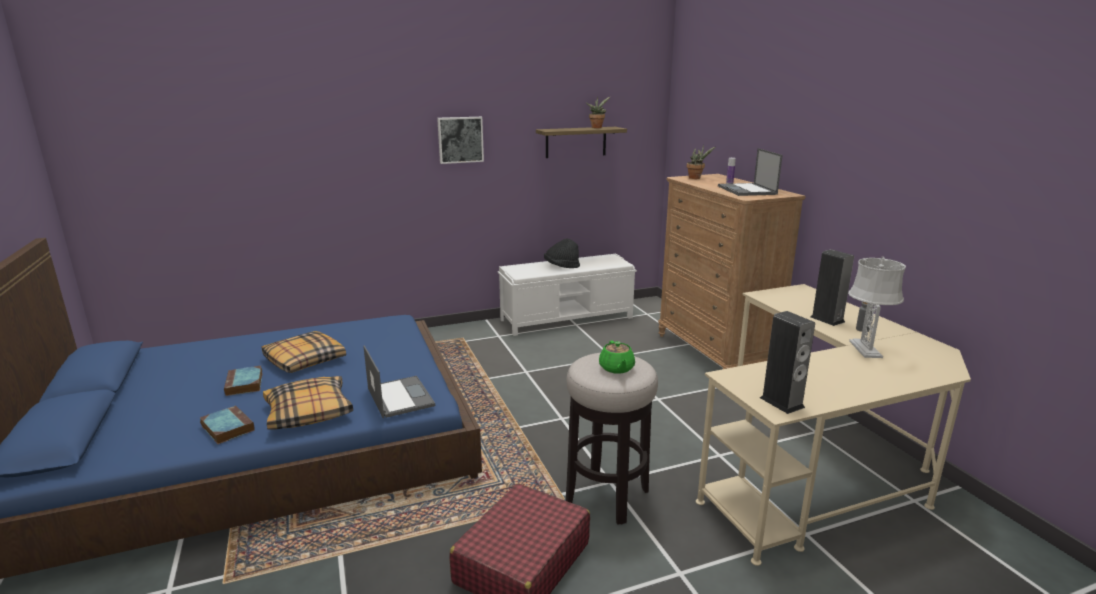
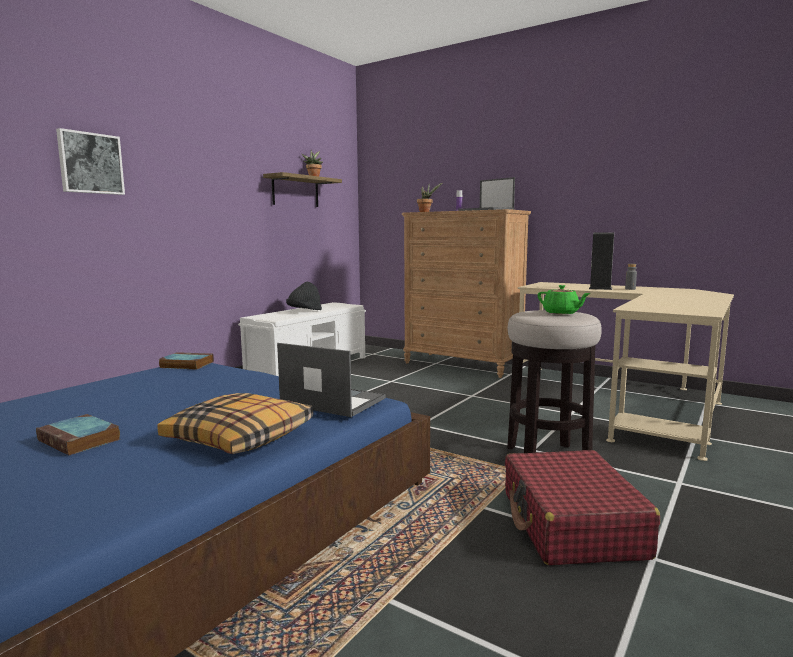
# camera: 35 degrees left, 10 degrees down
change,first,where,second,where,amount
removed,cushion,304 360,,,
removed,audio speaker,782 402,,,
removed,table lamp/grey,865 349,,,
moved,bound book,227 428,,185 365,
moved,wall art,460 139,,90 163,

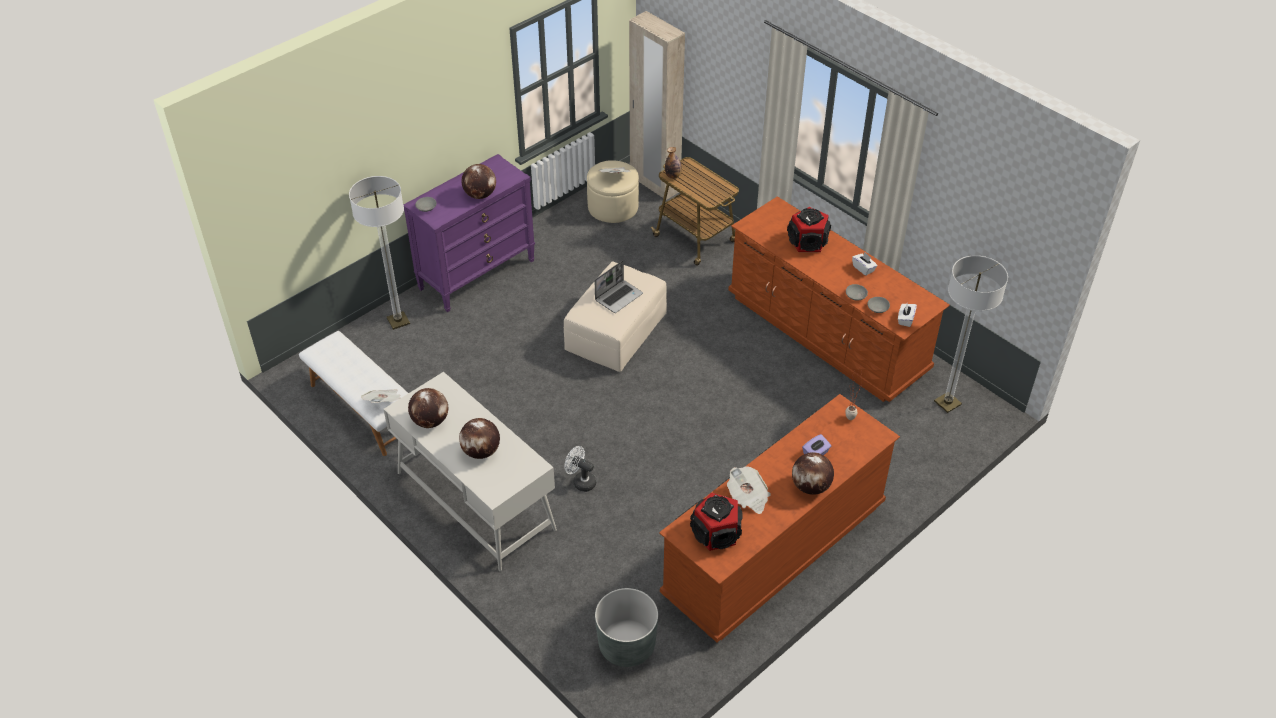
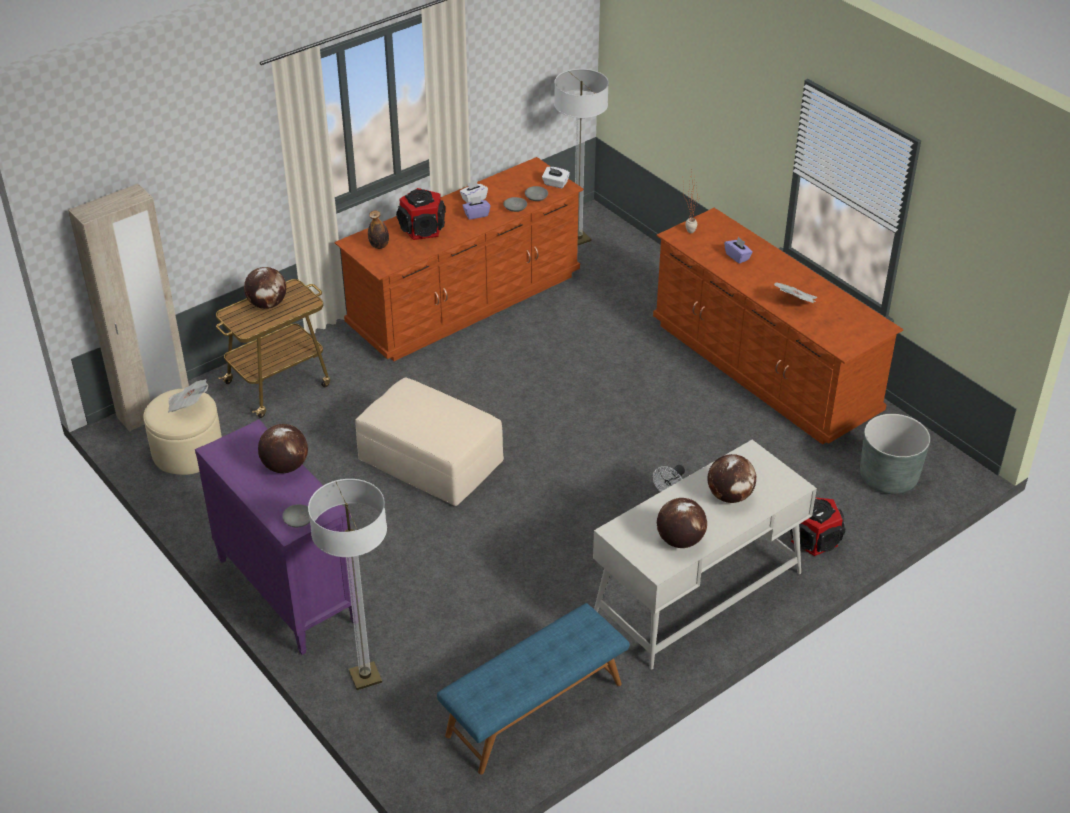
# camera: 85 degrees left, 5 degrees down
change,first,where,second,where,amount
removed,newspaper,384 402,,,
removed,notebook computer,619 297,,,
added,,,tissue box/purple-coloured,476 214,
moved,bottle,673 176,,379 246,
moved,audio speaker,716 534,,815 539,
moved,globe,811 487,,267 304,
recoloured,long seat/white,363 409,long seat/bluish,535 710,

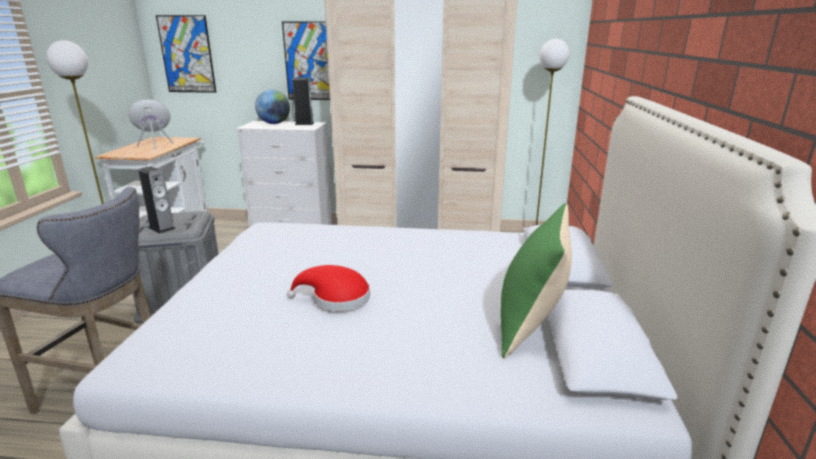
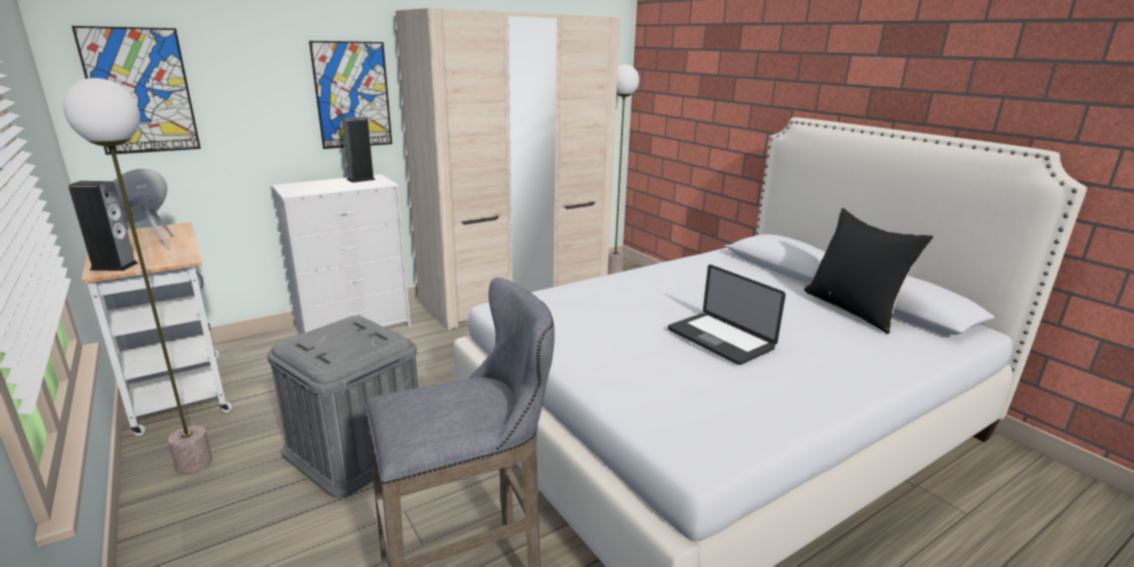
# camera: 40 degrees left, 0 degrees up
change,first,where,second,where,amount
removed,globe,274 123,,,
moved,audio speaker,162 228,,114 266,
replaced,clothing hat/red,336 298,notebook computer,719 339,
recoloured,cushion/green,530 324,cushion/black-coloured,854 309,

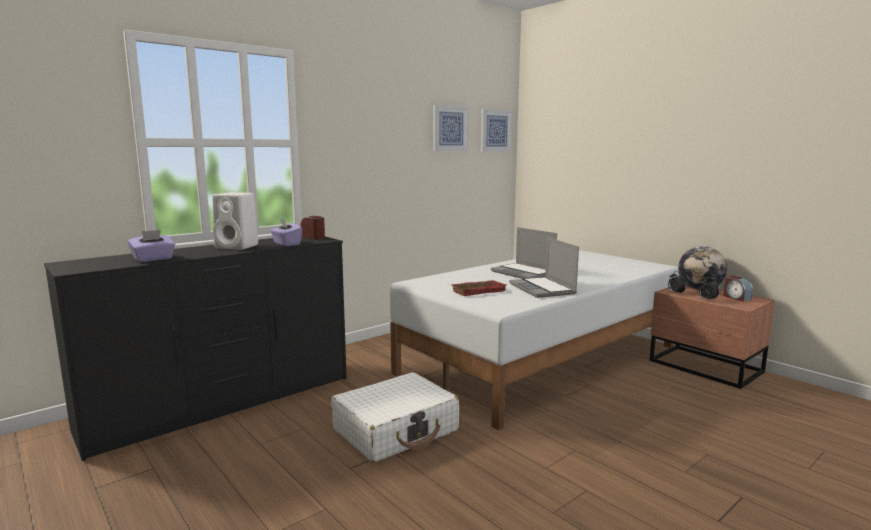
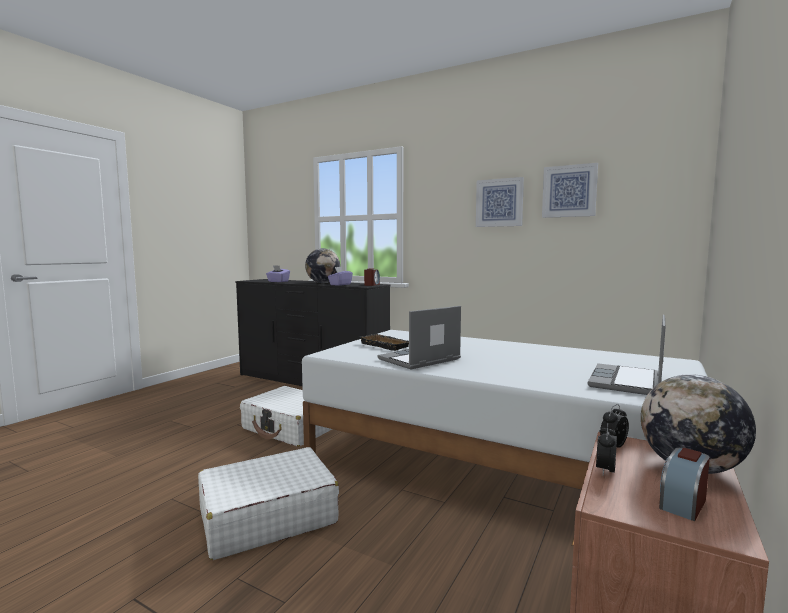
# camera: 70 degrees right, 5 degrees down
change,first,where,second,where,amount
added,,,suitcase/white,267 516,
moved,wall art,495 130,,499 203,
moved,notebook computer,524 273,,627 382,
replaced,audio speaker/white,238 247,globe,323 283,
recoloured,tray/red,478 291,tray/black-coloured,386 345,

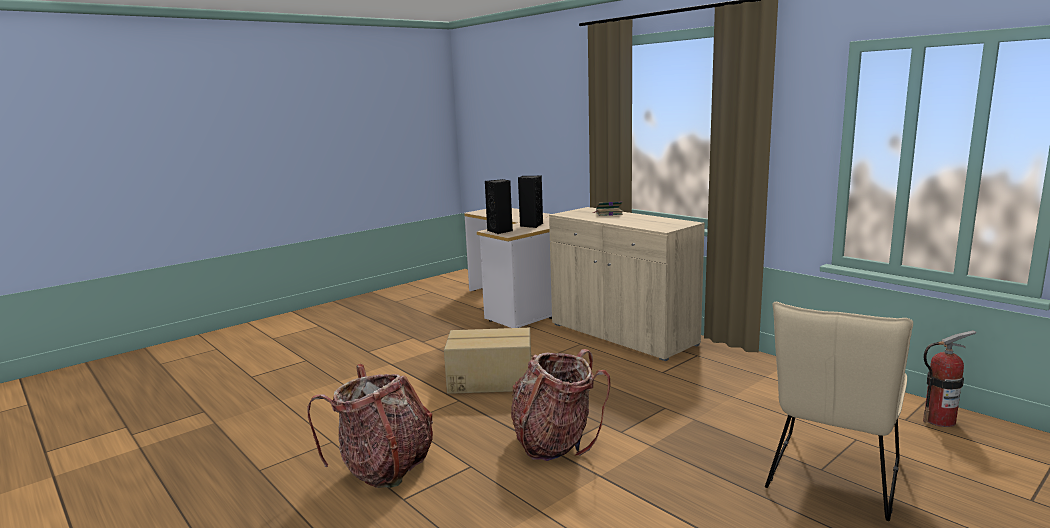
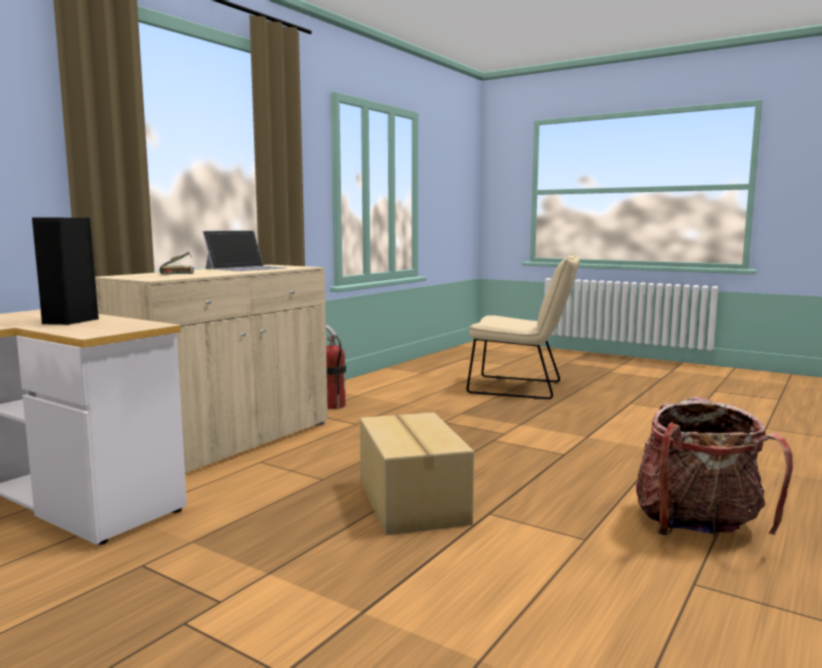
# camera: 105 degrees left, 5 degrees down
change,first,where,second,where,amount
removed,audio speaker/black-coloured,500 231,,,
removed,backpack,555 442,,,
added,,,notebook computer,246 268,
moved,fire-fighting cylinder,939 420,,333 405,

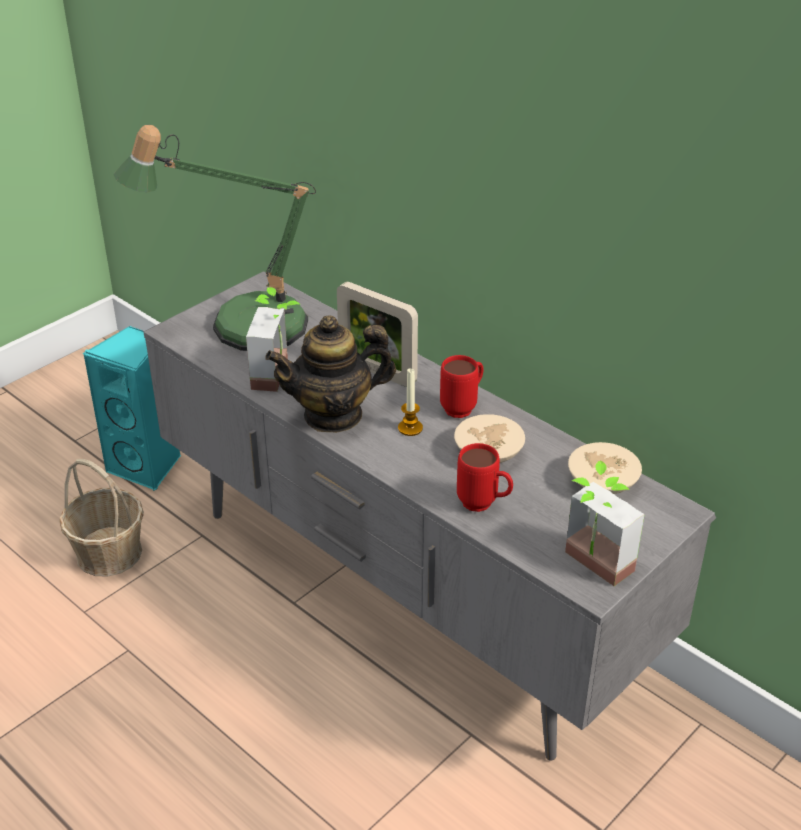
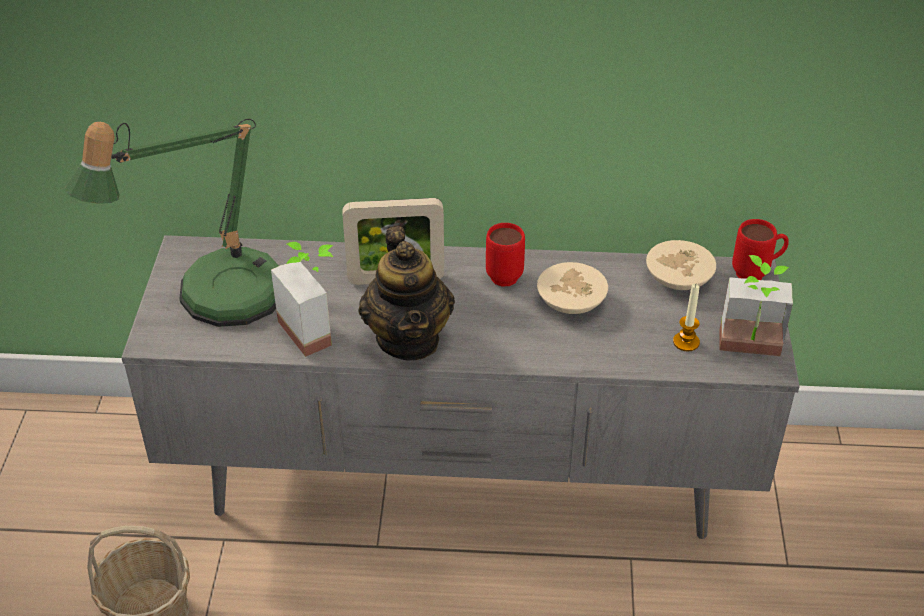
# camera: 40 degrees left, 5 degrees up
change,first,where,second,where,amount
removed,audio speaker/blue-green,147 466,,,
moved,candle,410 428,,686 342,
moved,tea mug/red,484 505,,757 273,
turned,tea pot,333 415,,409 339,45 degrees counterclockwise

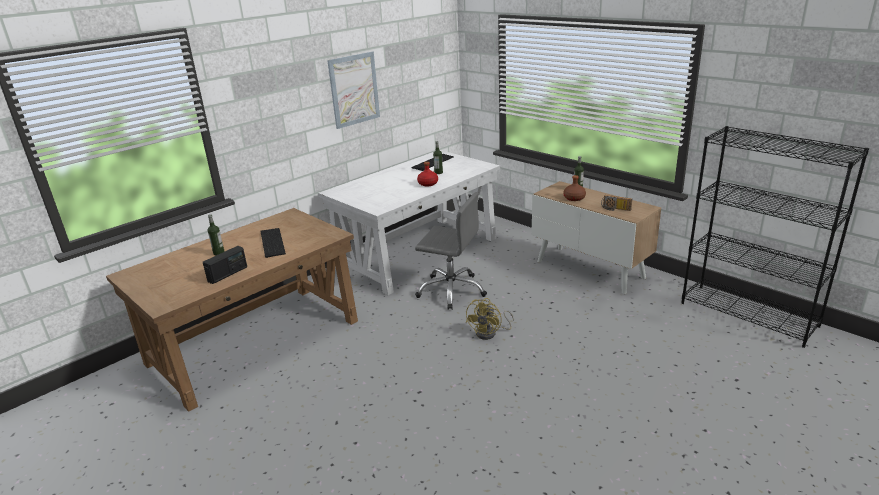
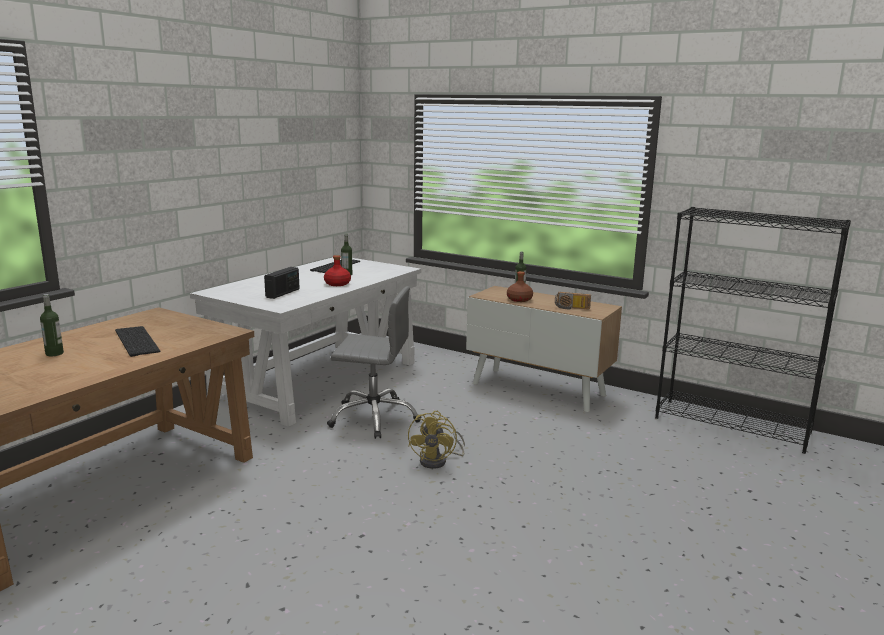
# camera: 15 degrees left, 10 degrees down
change,first,where,second,where,amount
removed,wall art,354 89,,,
moved,radio receiver,228 274,,283 293,

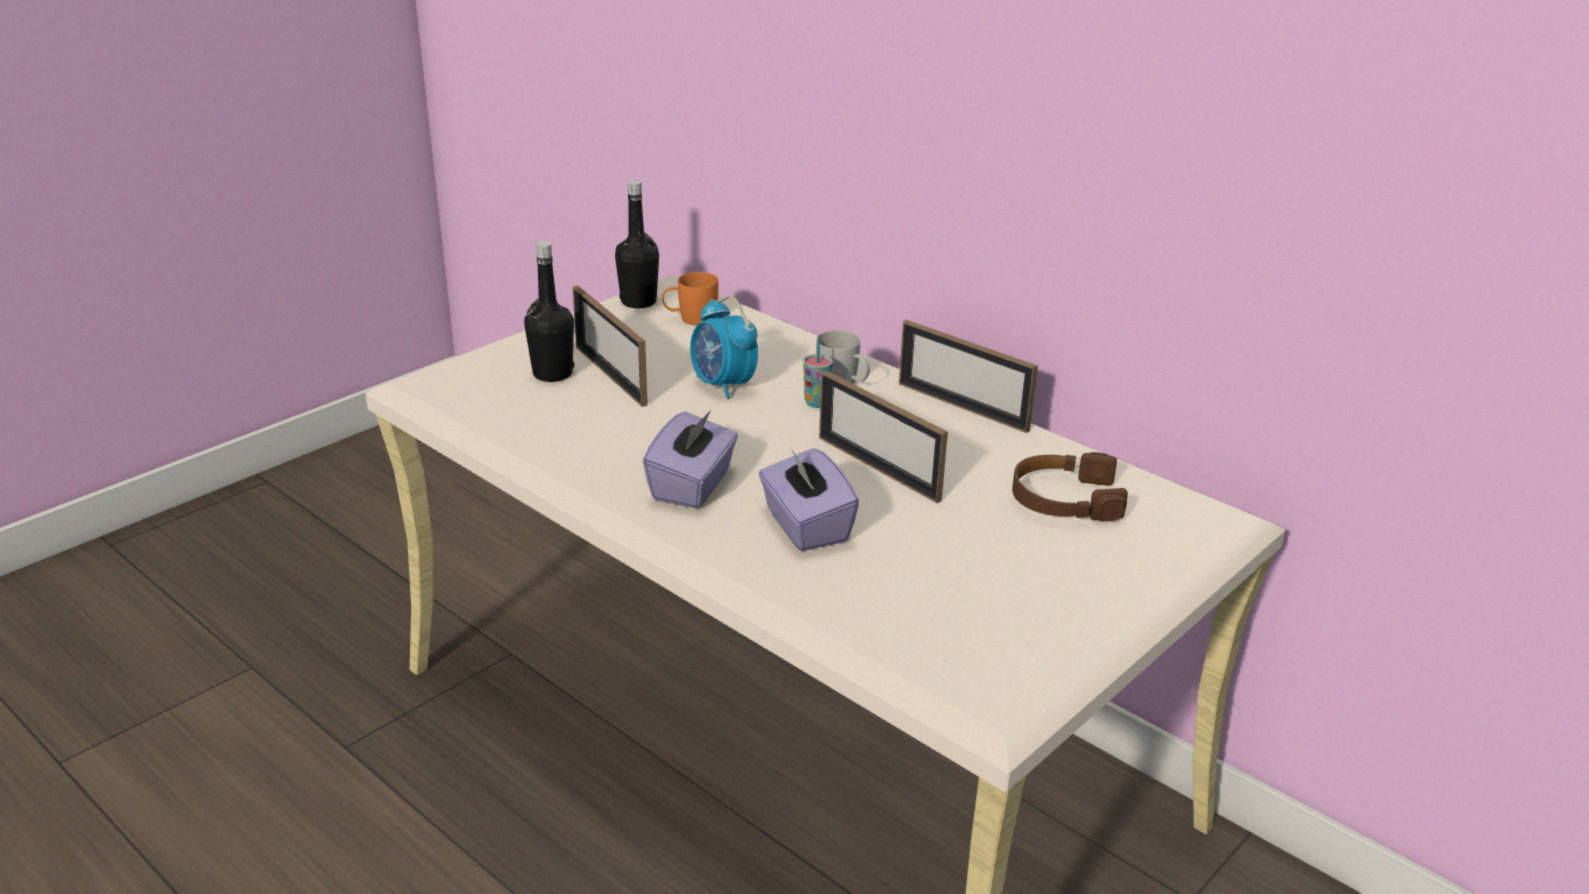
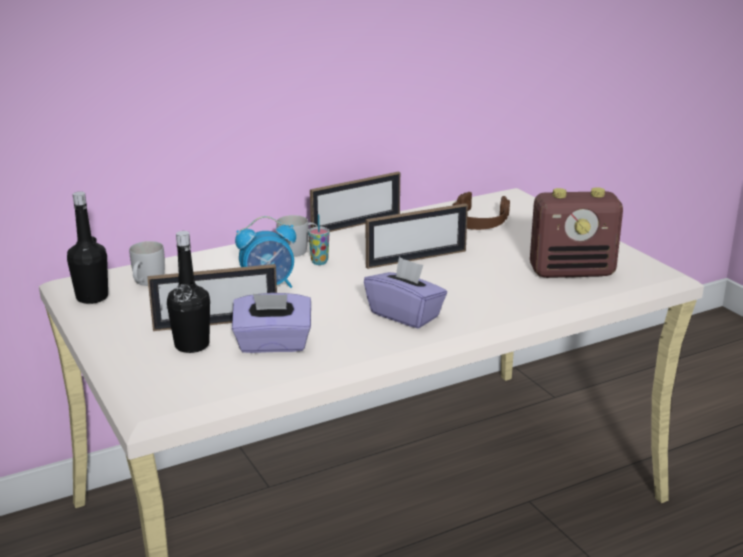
# camera: 70 degrees left, 5 degrees down
change,first,where,second,where,amount
added,,,radio receiver,572 272,
moved,tissue box/purple-coloured,805 526,,273 344,
recoloured,tea mug/orange,690 319,tea mug/white,146 283,

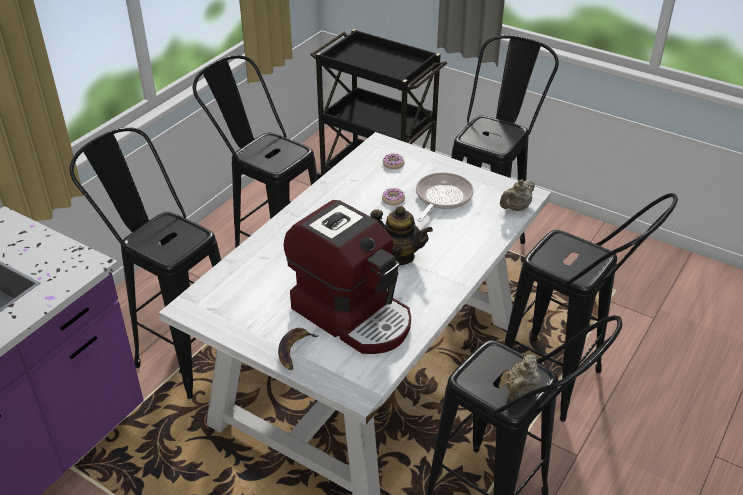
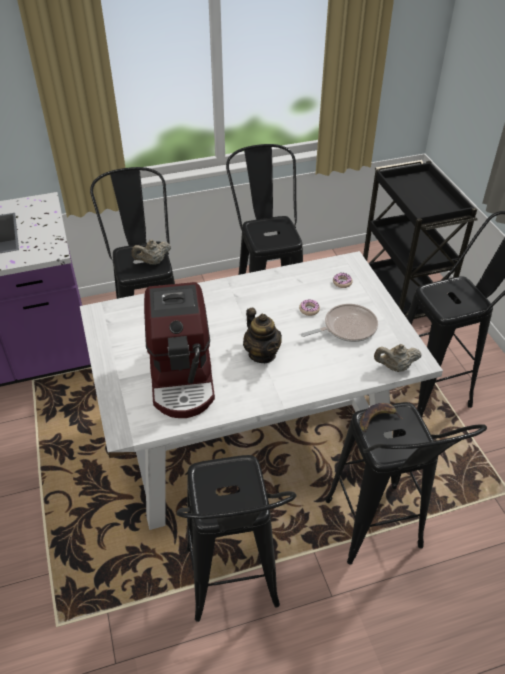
# camera: 40 degrees right, 5 degrees up
change,first,where,second,where,amount
moved,banana,294 350,,377 419,
moved,tea pot/beige,521 392,,153 262,

